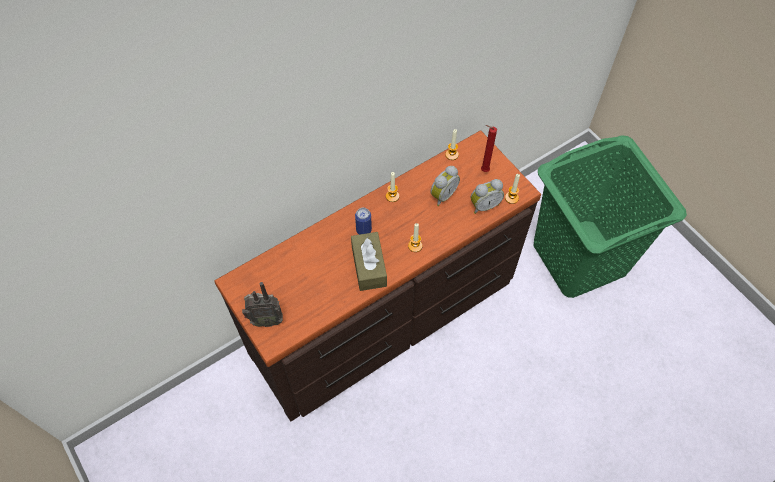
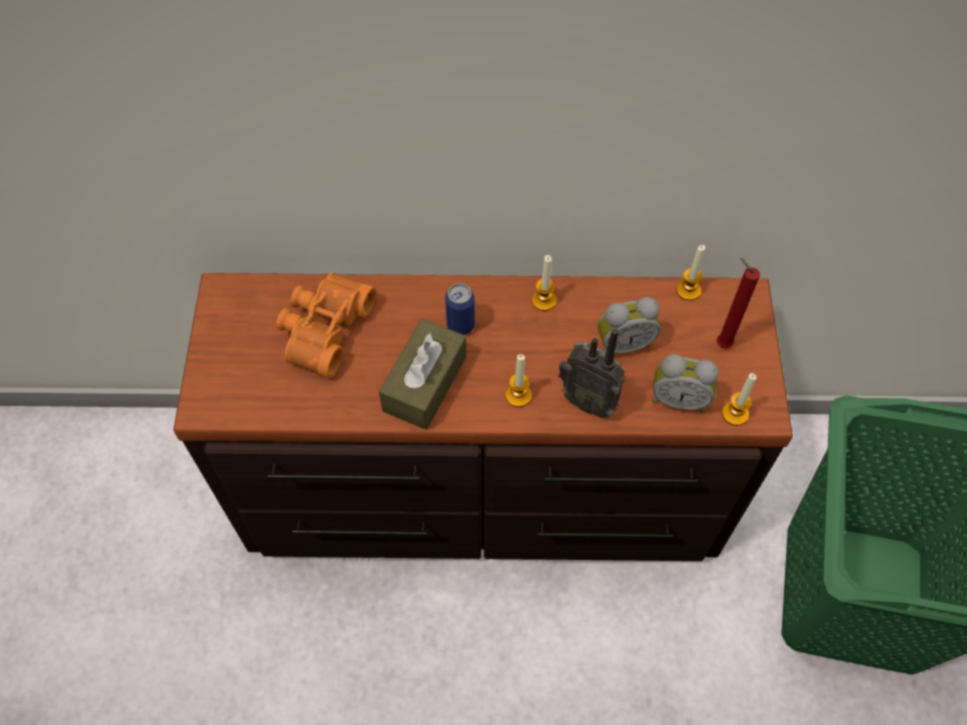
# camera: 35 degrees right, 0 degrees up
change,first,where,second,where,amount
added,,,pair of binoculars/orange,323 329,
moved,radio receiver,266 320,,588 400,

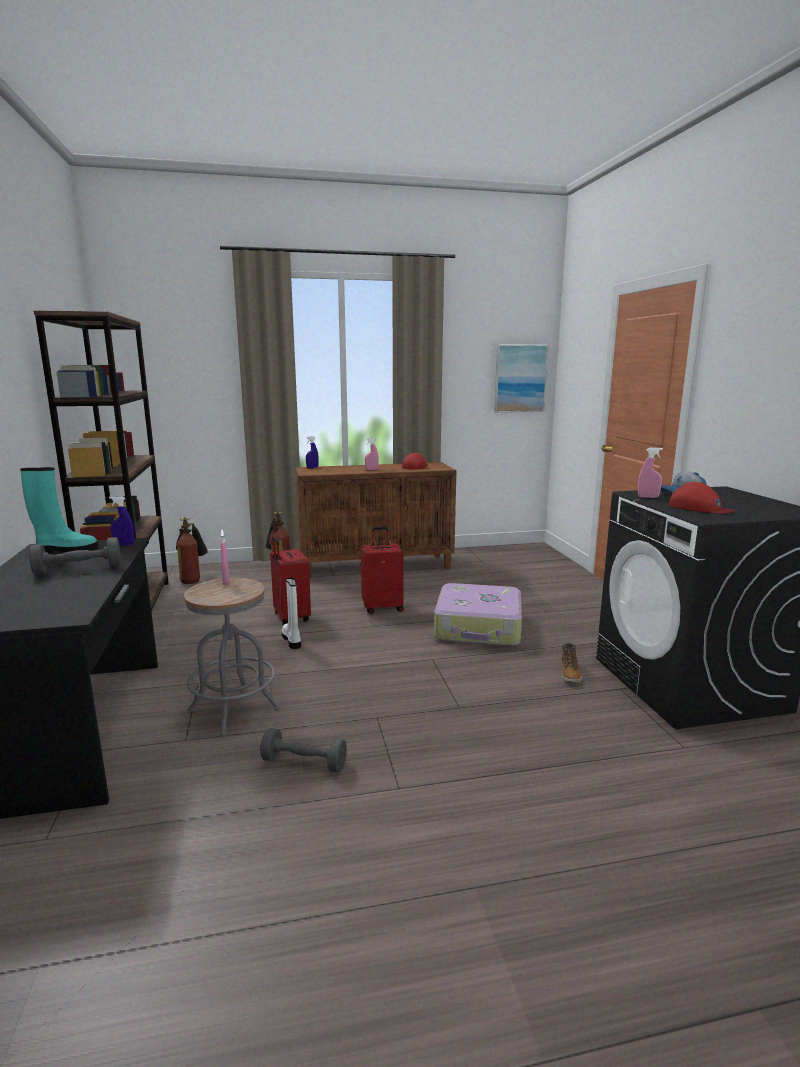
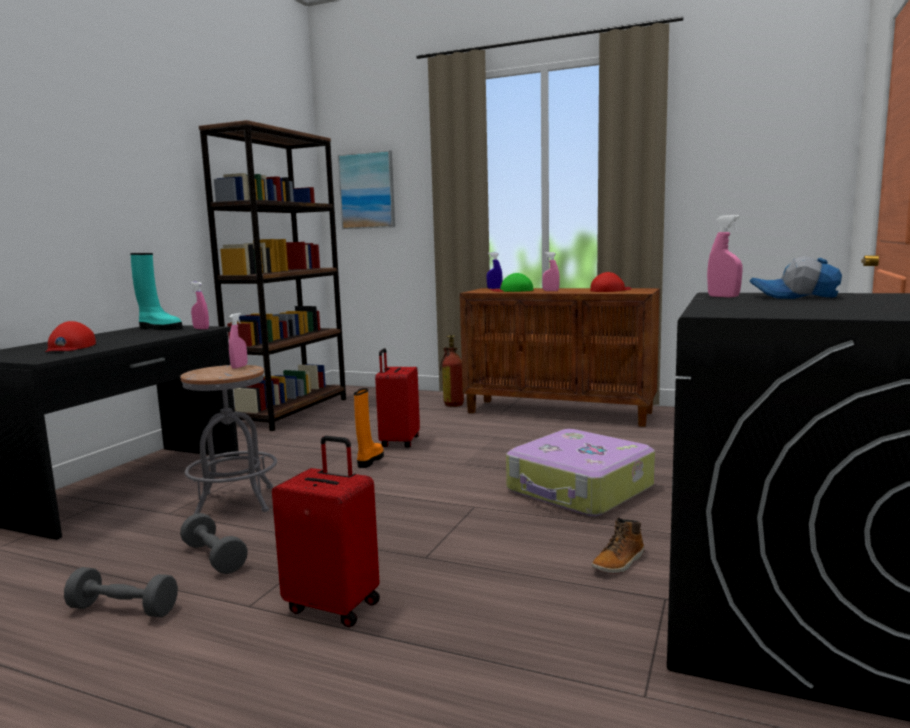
# camera: 35 degrees right, 5 degrees down
change,first,where,second,where,amount
removed,fire-fighting cylinder,194 579,,,
added,,,baseball cap/green,512 290,
moved,hand weight/grey,79 570,,123 609,
moved,suitcase/red,382 607,,334 605,
moved,wall art,520 378,,367 190,
moved,baseball cap/red,699 508,,70 347,
recoloured,spray bottle/bluish,124 545,spray bottle/pink-coloured,201 329,
recoloured,boot/white,292 640,boot/orange,370 460,

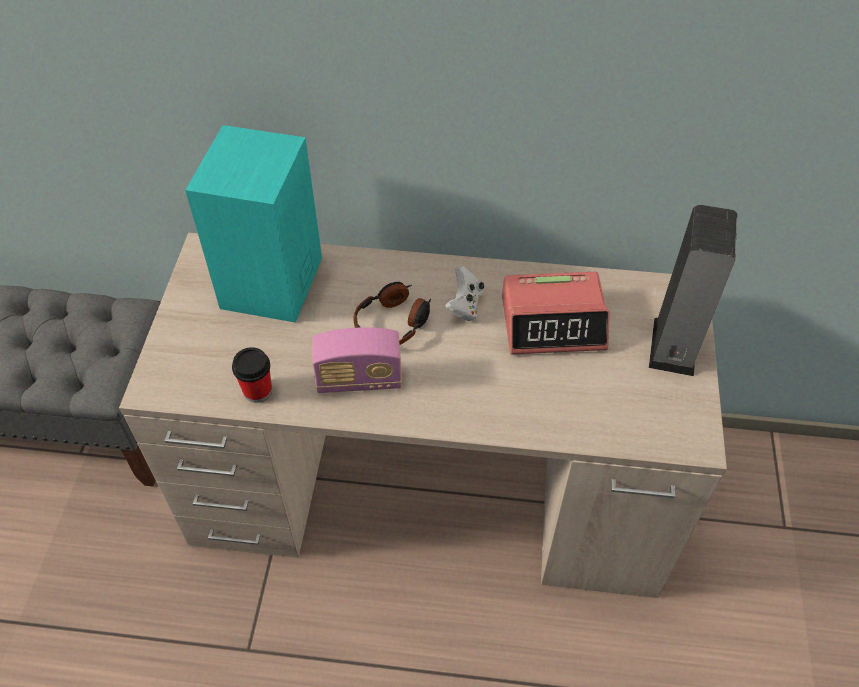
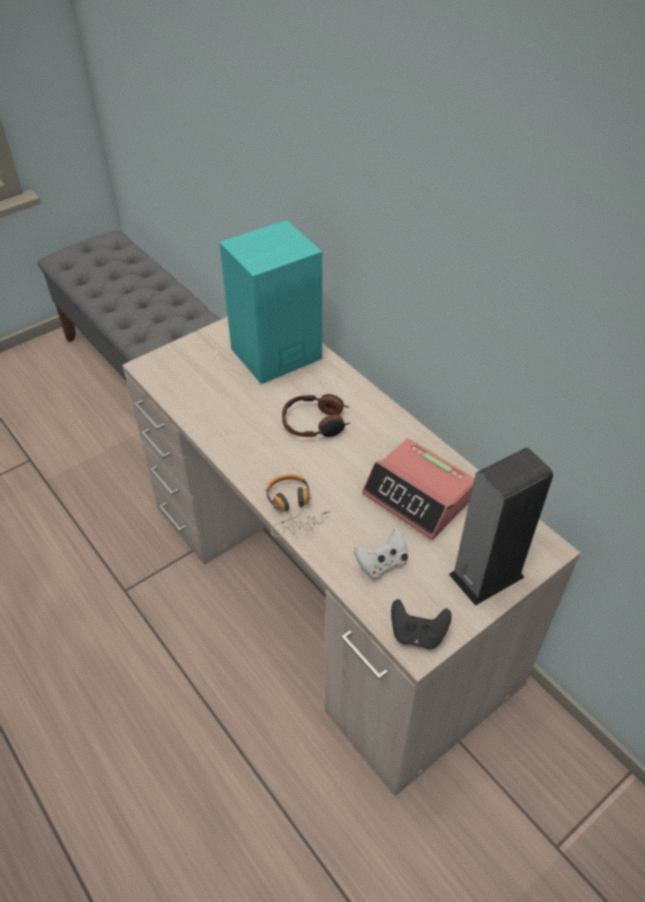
# camera: 45 degrees right, 5 degrees down
change,first,where,second,where,amount
removed,cup,257 391,,,
removed,radio receiver,359 380,,,
added,,,pair of headphones,293 509,
added,,,gamepad/black-coloured,417 634,
moved,gamepad/white,464 306,,382 564,

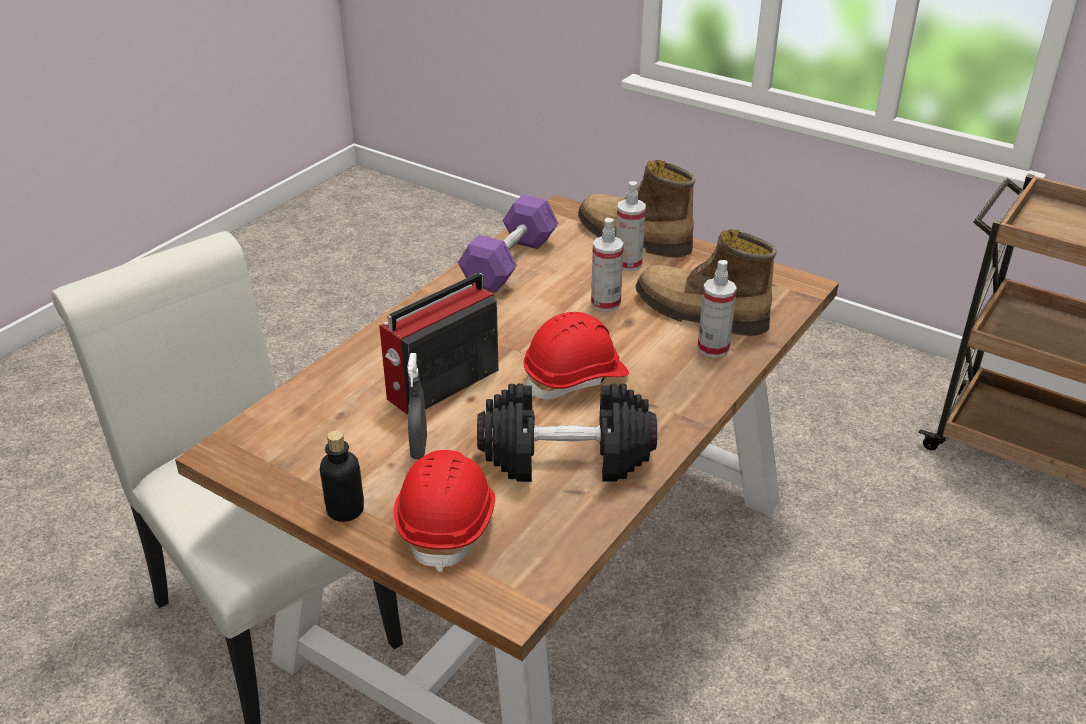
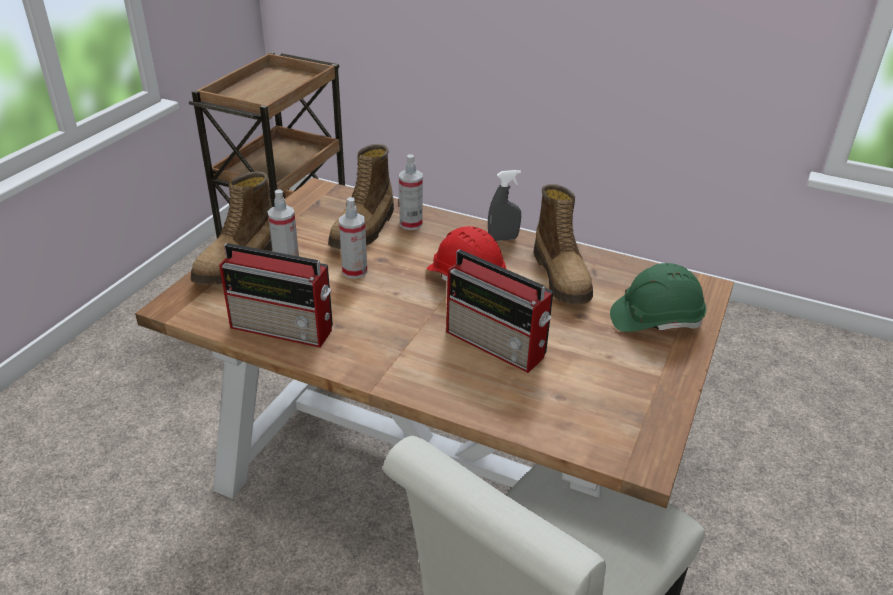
# camera: 100 degrees left, 0 degrees up
change,first,where,second,where,amount
removed,bottle,345 510,,,
moved,spray bottle/grey,419 448,,503 238,
replaced,hand weight/purple-coloured,509 262,radio receiver,284 328,
replaced,hand weight/black-coloured,565 458,boot,562 277,
recoloured,hard hat/red,448 524,hard hat/green,655 319,

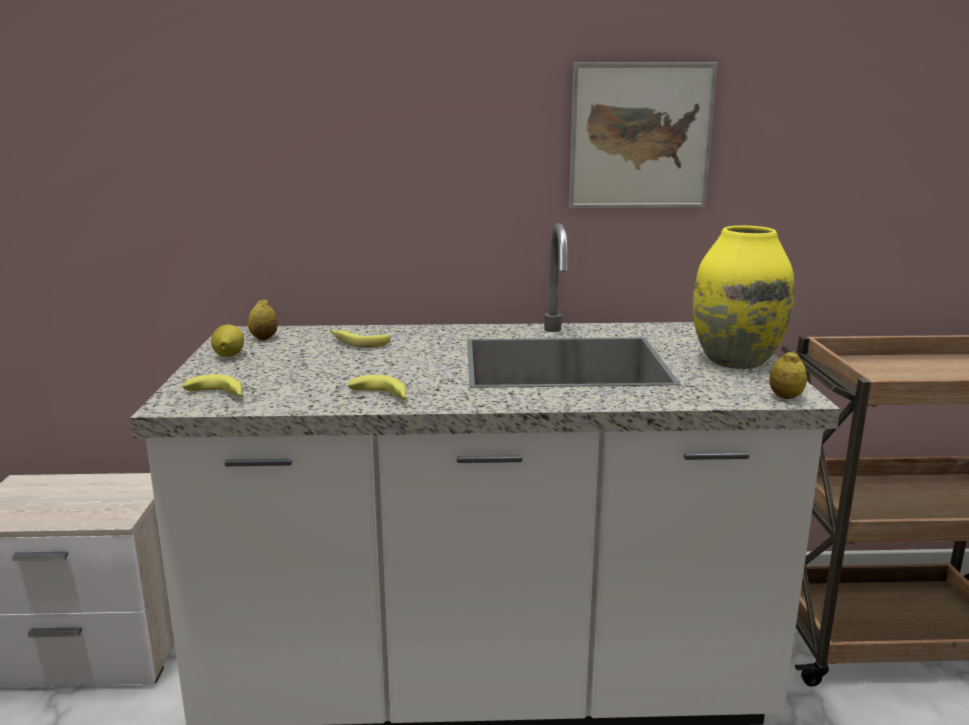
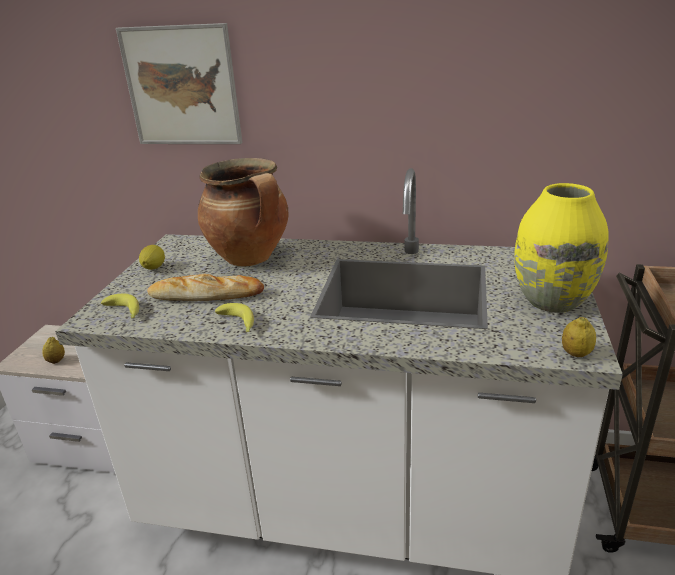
# camera: 15 degrees right, 10 degrees up
change,first,where,second,where,amount
added,,,bread,206 295,
moved,lemon,264 338,,56 361,
moved,wall art,640 136,,182 86,
replaced,banana,357 342,cooking pot,251 258,

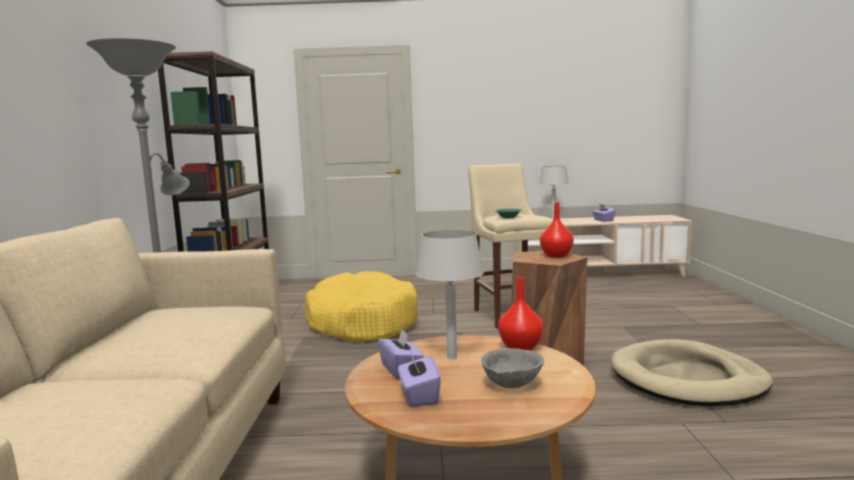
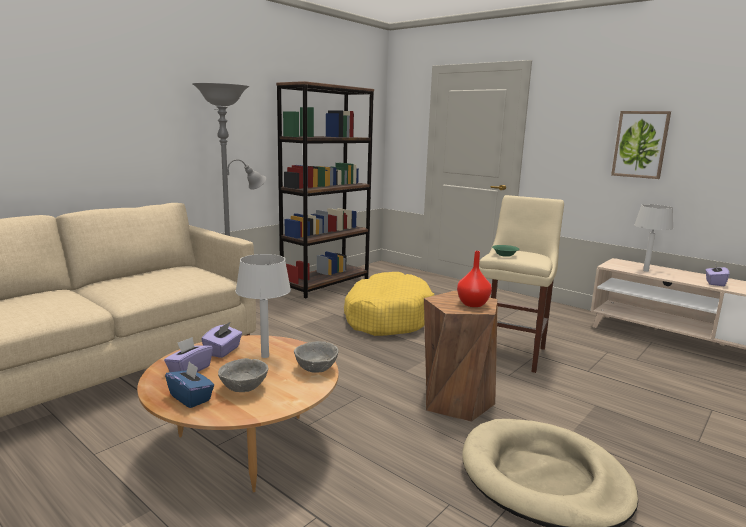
# camera: 40 degrees right, 5 degrees up
change,first,where,second,where,amount
added,,,tissue box/bluish,191 398,
added,,,wall art,640 144,
replaced,decorative vase/red,520 347,deep dish/grey,316 369,

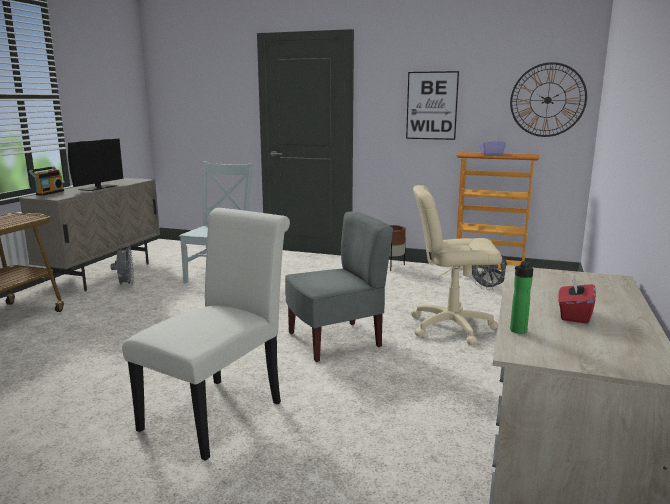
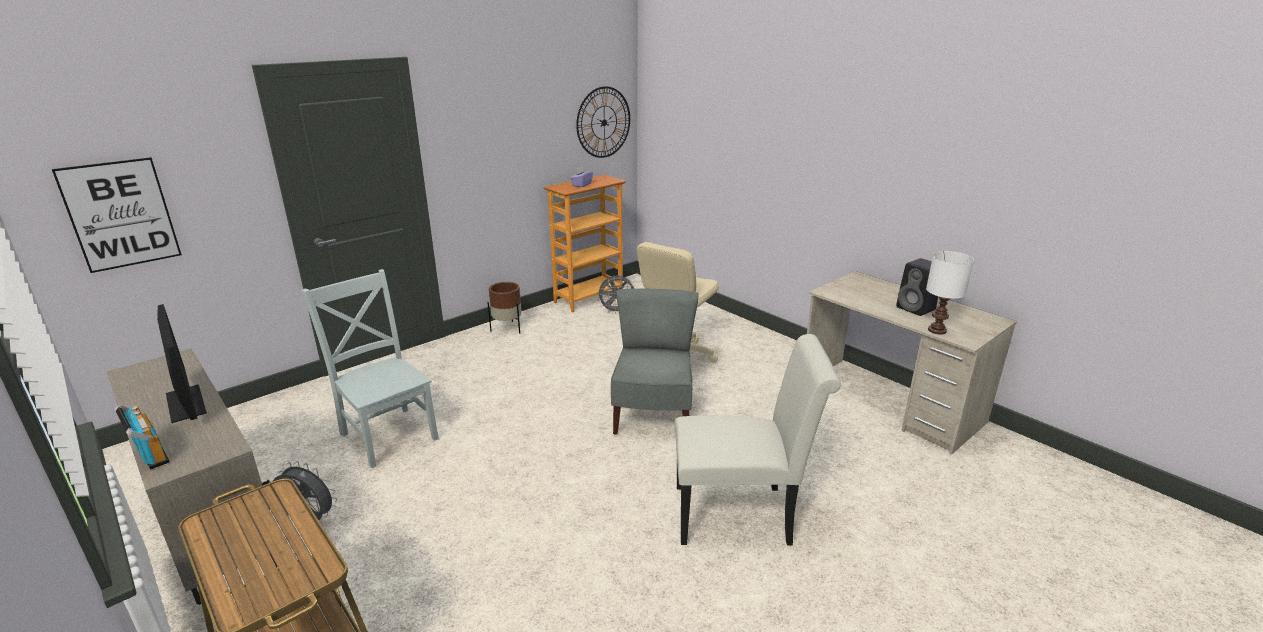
# camera: 60 degrees left, 10 degrees up
change,first,where,second,where,amount
moved,wall art,432 105,,120 214,
replaced,bottle,517 331,table lamp/white,937 330,
replaced,tissue box/red,574 315,audio speaker/black-coloured,917 309,
turned,chair/white,219 411,,741 515,120 degrees clockwise

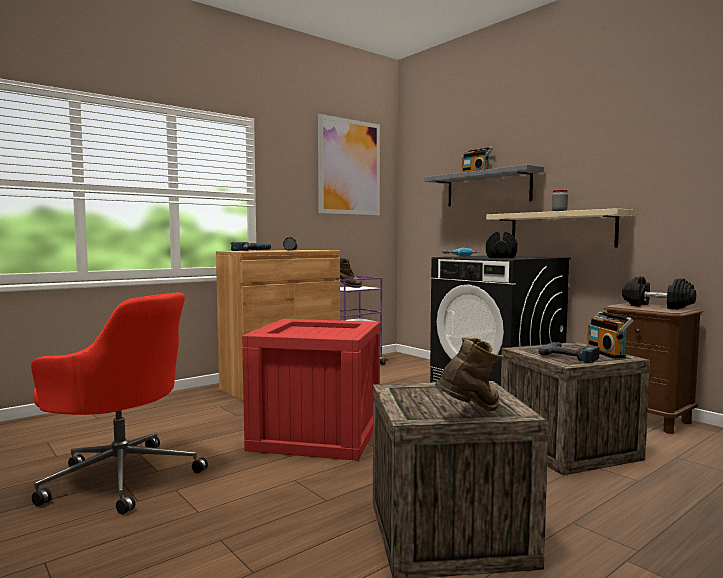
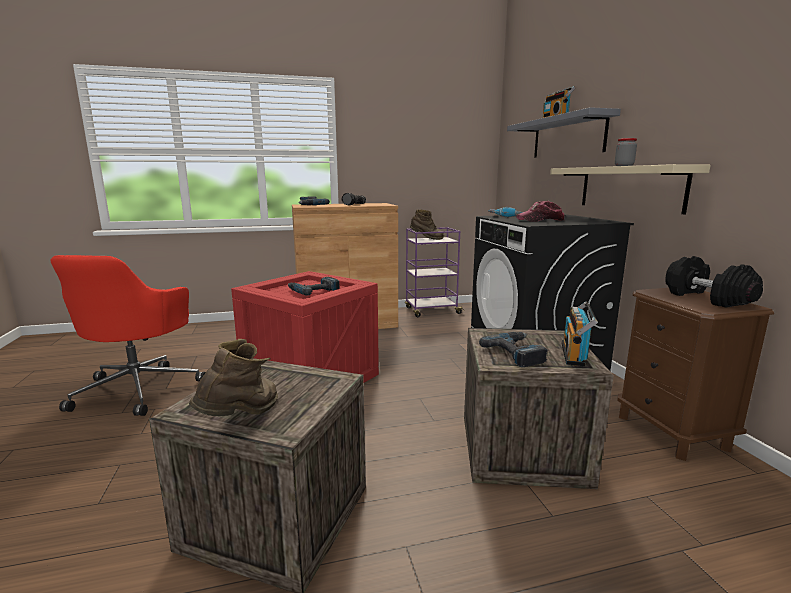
# camera: 25 degrees right, 10 degrees up
change,first,where,second,where,amount
removed,wall art,349 167,,,
added,,,electric drill,313 290,
replaced,hand weight/black-coloured,501 257,baseball cap,540 220,
turned,office chair/red,121 477,,139 388,45 degrees clockwise
turned,boot/brownish,471 414,,243 418,45 degrees counterclockwise

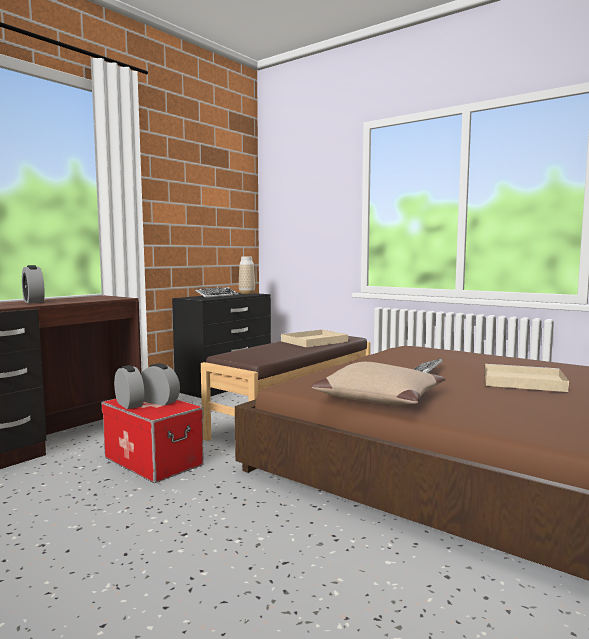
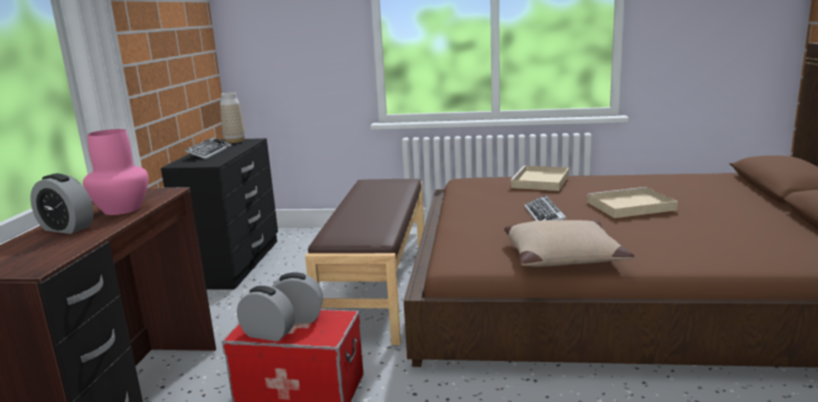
# camera: 30 degrees left, 10 degrees up
change,first,where,second,where,amount
added,,,decorative vase/pink-coloured,123 209,
moved,tray/beige,313 341,,540 181,

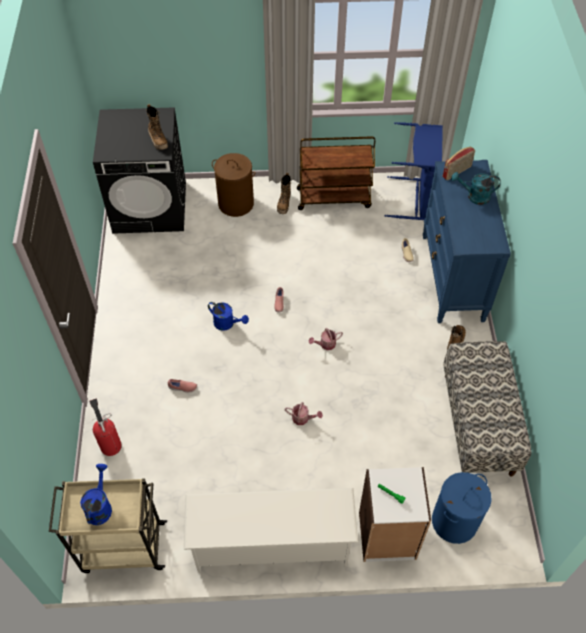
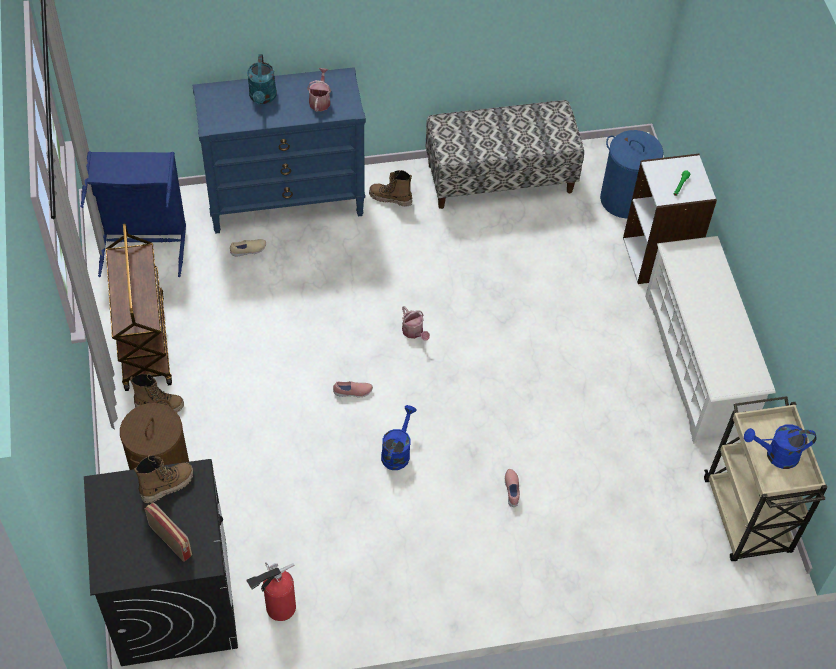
# camera: 100 degrees left, 0 degrees up
change,first,where,second,where,amount
moved,fire-fighting cylinder,110 444,,277 608,
moved,sprinkling can,303 418,,320 100,
moved,radio receiver,457 172,,171 540,

